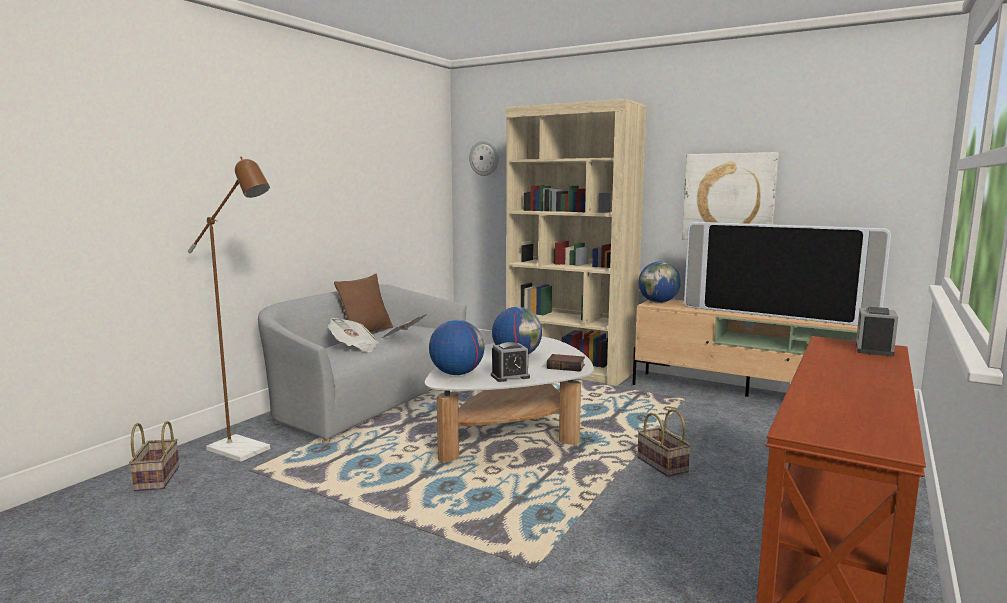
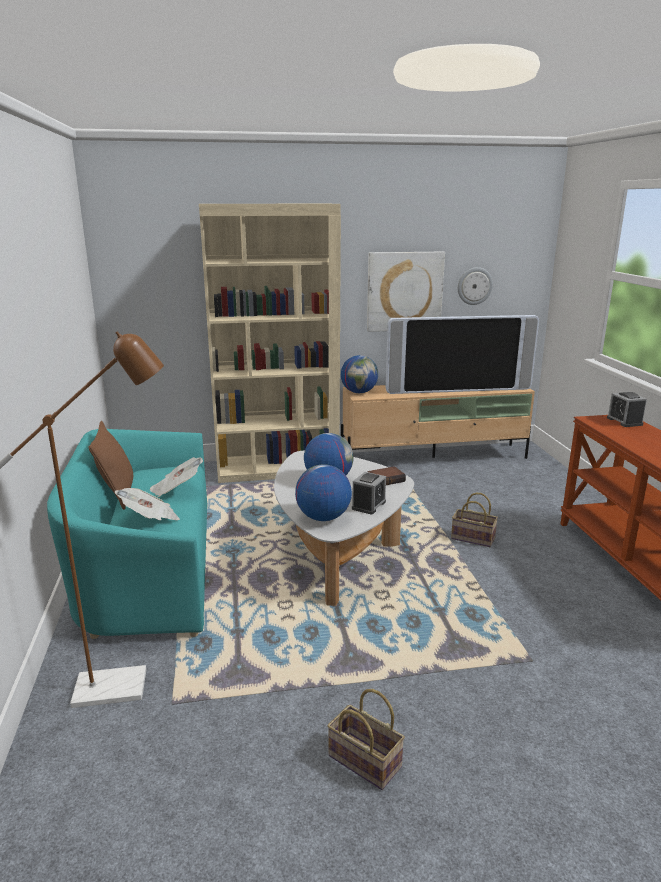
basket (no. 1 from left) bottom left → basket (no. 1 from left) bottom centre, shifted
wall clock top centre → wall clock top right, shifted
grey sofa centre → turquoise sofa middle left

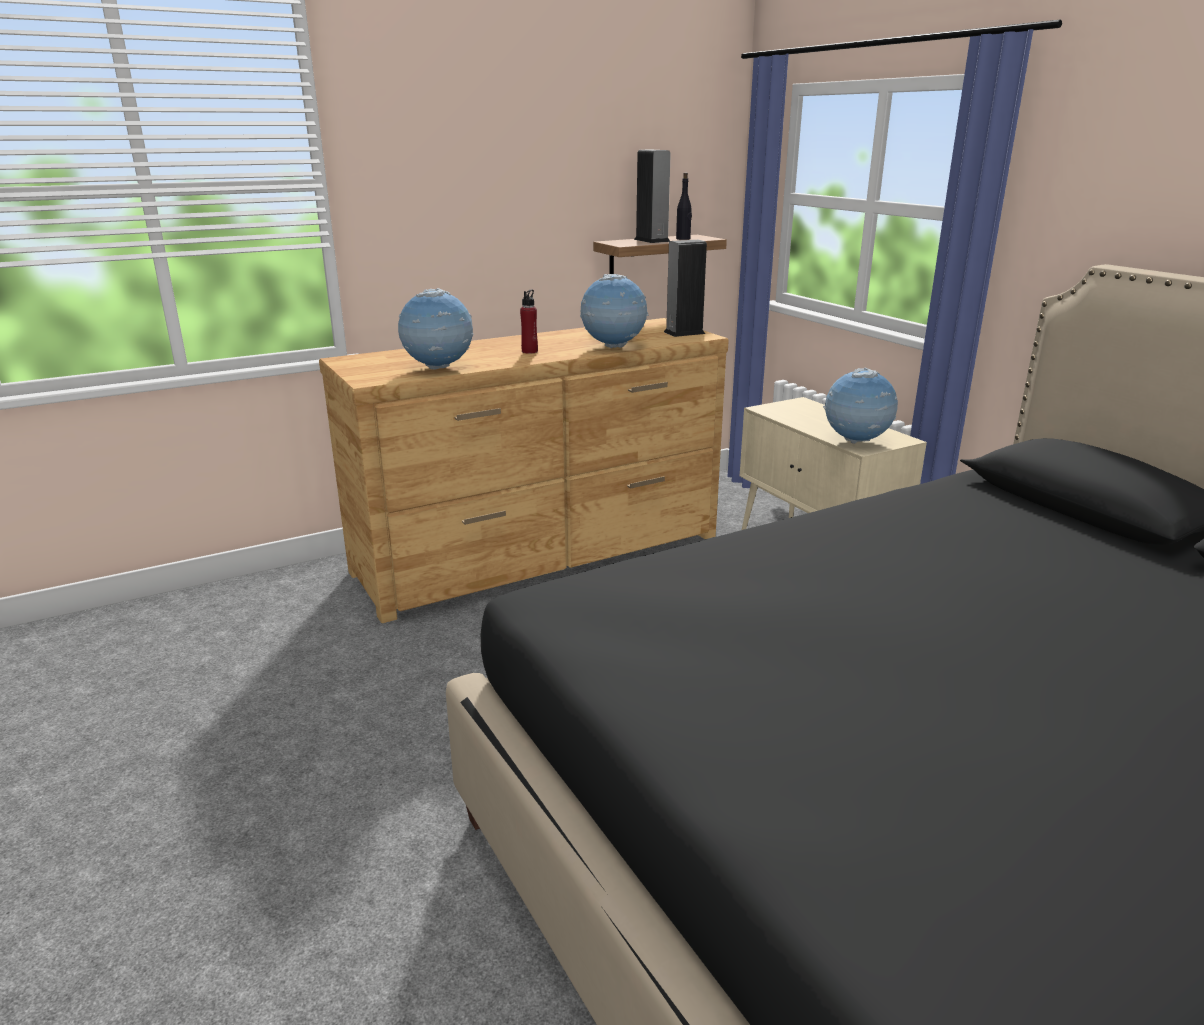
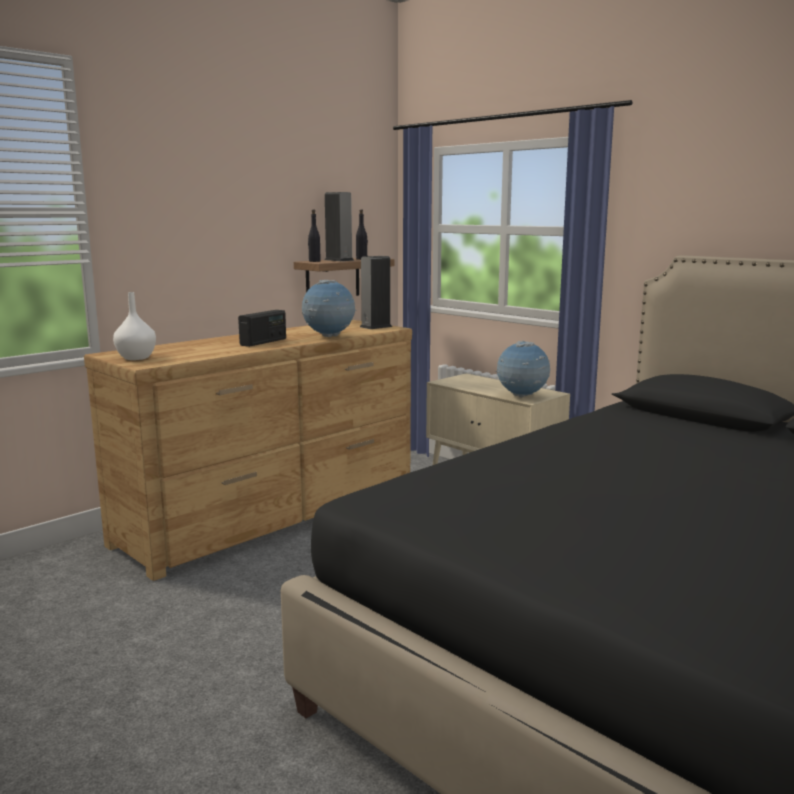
globe (no. 1 from left) top centre → -
- → white vase middle left
- → black bottle (no. 1 from left) top centre
red bottle top centre → radio middle left

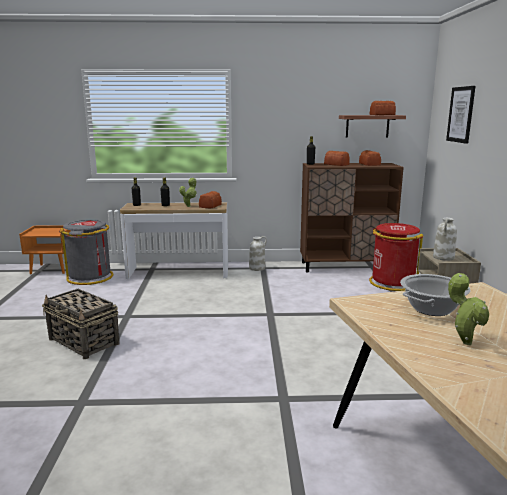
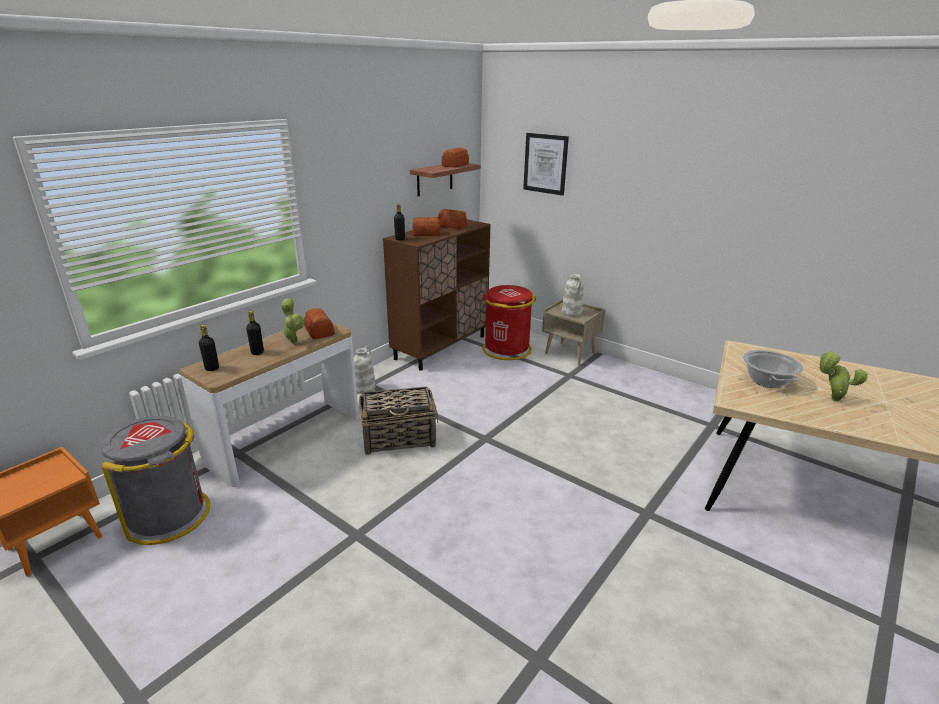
basket middle left → basket centre, shifted

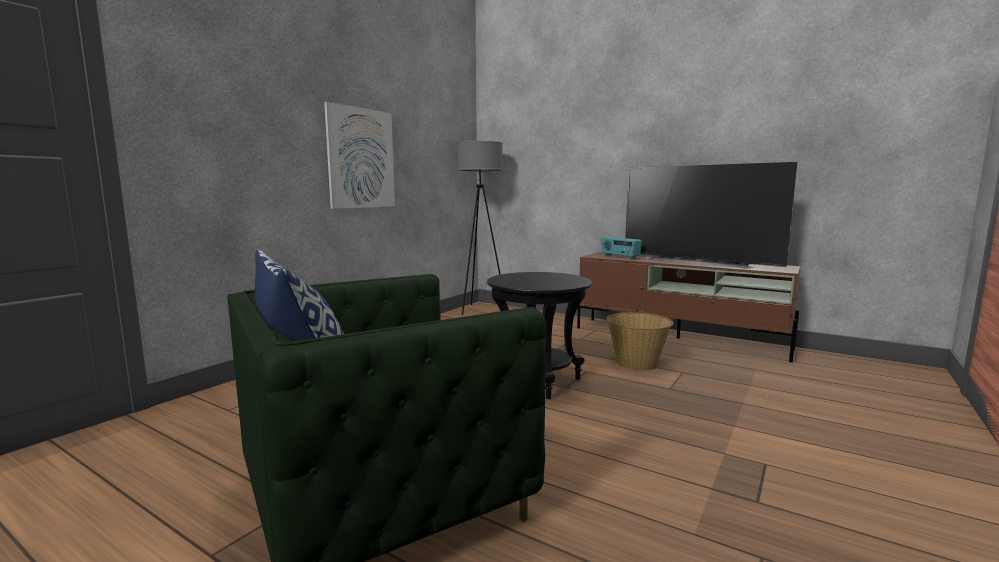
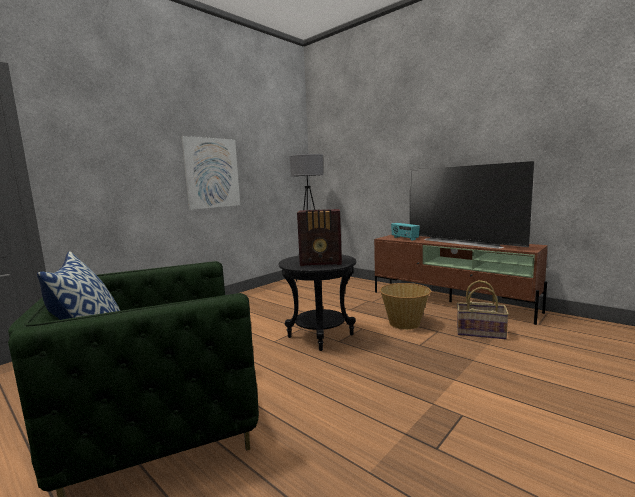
- → radio (no. 1 from left) centre
- → basket (no. 2 from left) middle right

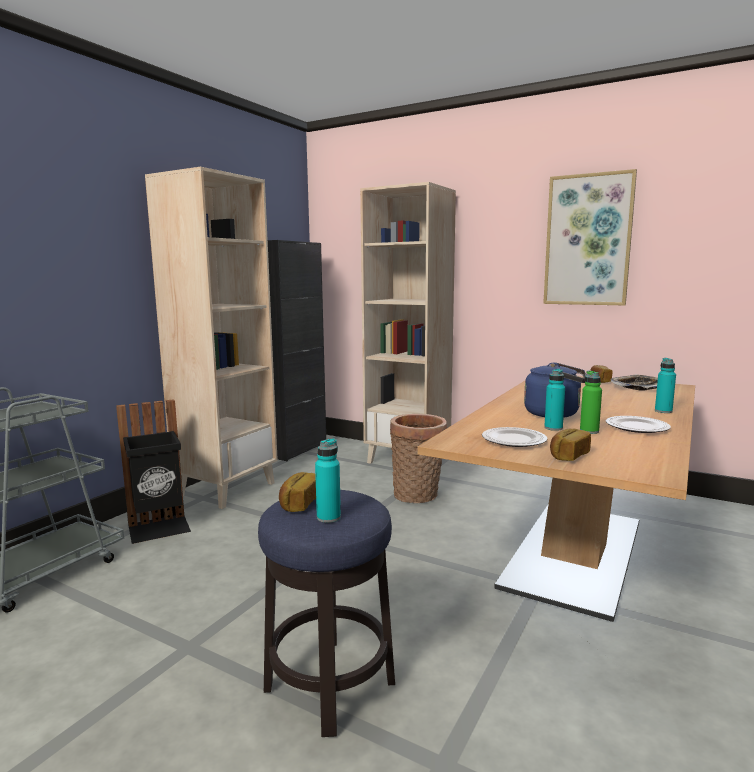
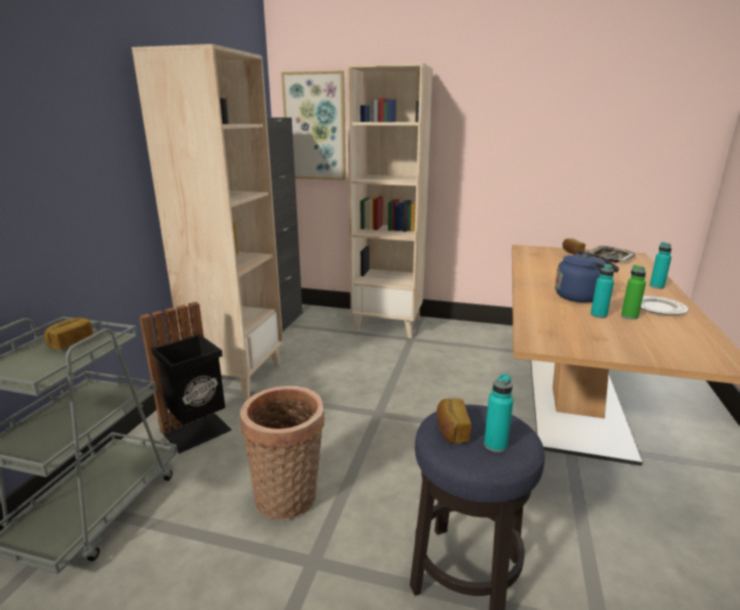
plate (no. 1 from left) middle right → -
basket centre → basket bottom centre, shifted
picture top right → picture top centre, shifted
bread (no. 2 from left in the first image) middle right → bread (no. 1 from left) middle left, shifted

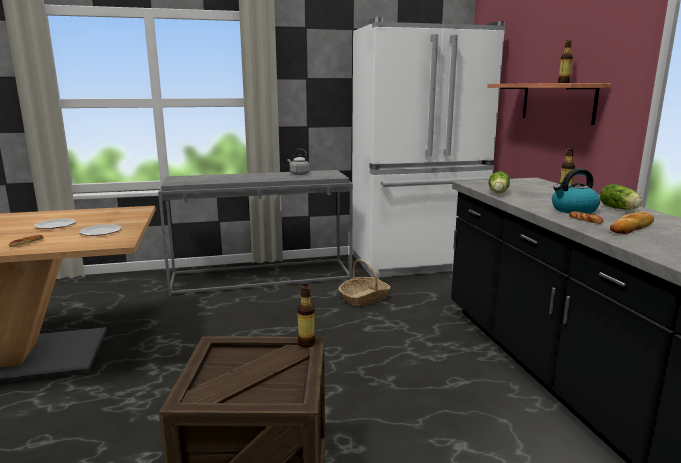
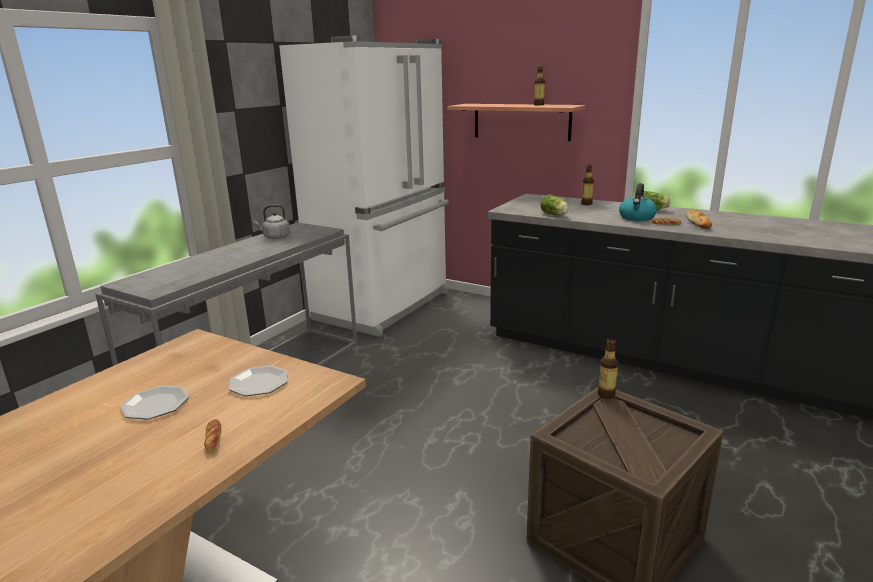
basket centre → -

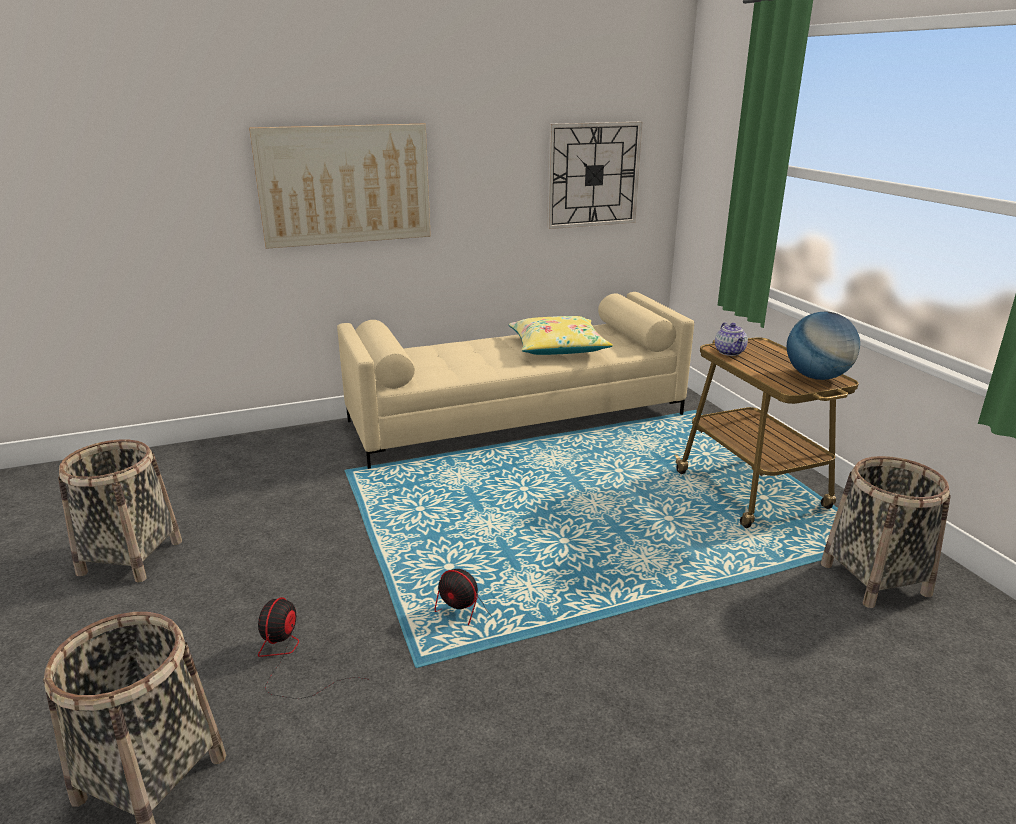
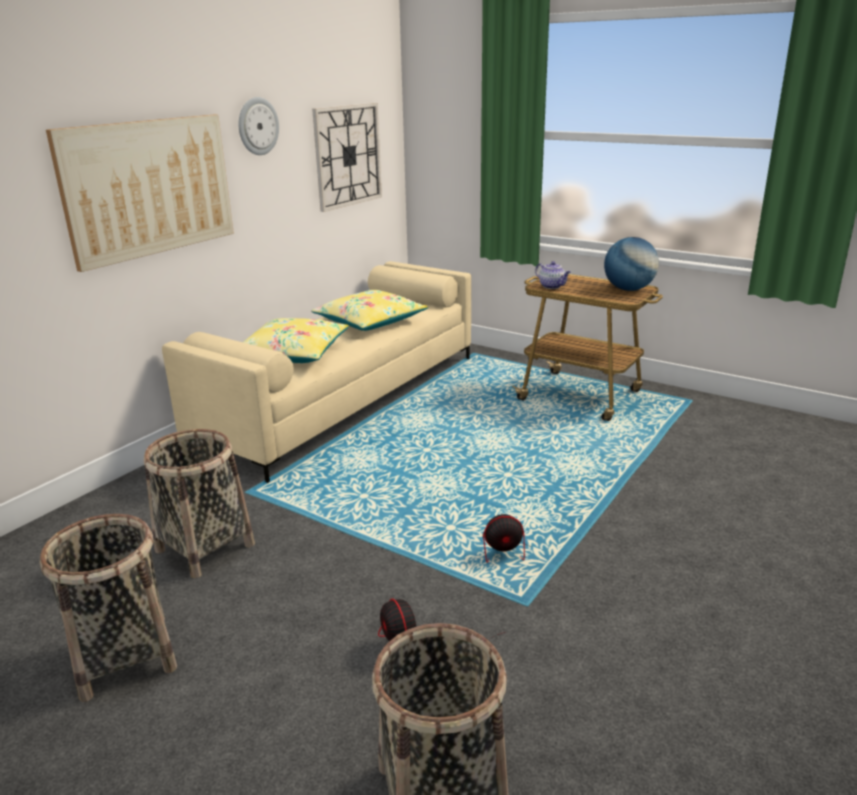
- → wall clock (no. 1 from left) top left
- → yellow pillow (no. 1 from left) centre
basket (no. 3 from left in the first image) middle right → basket (no. 2 from left) middle left, shifted

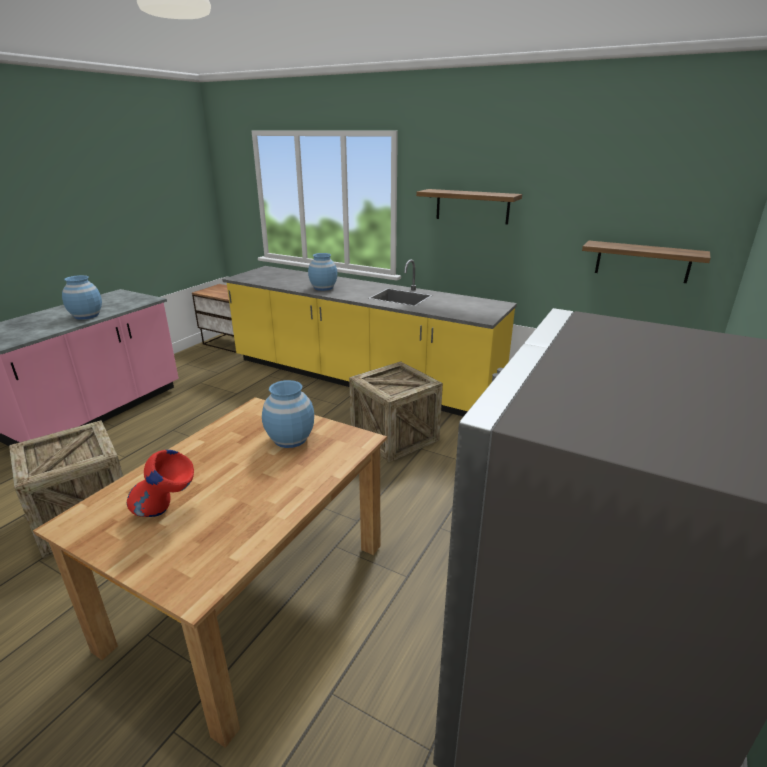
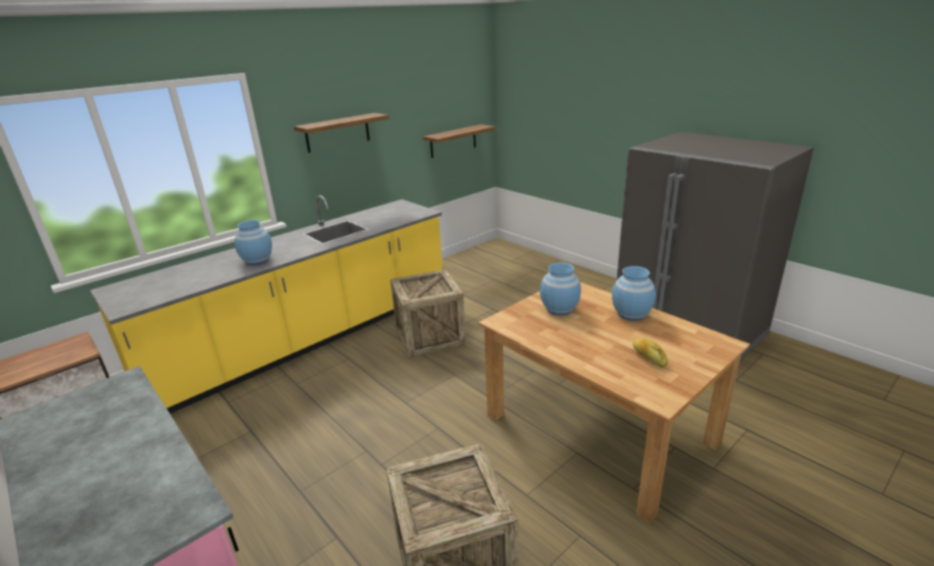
blue vase (no. 1 from left in the first image) middle left → blue vase (no. 3 from left) middle right, shifted
red vase middle left → bread middle right

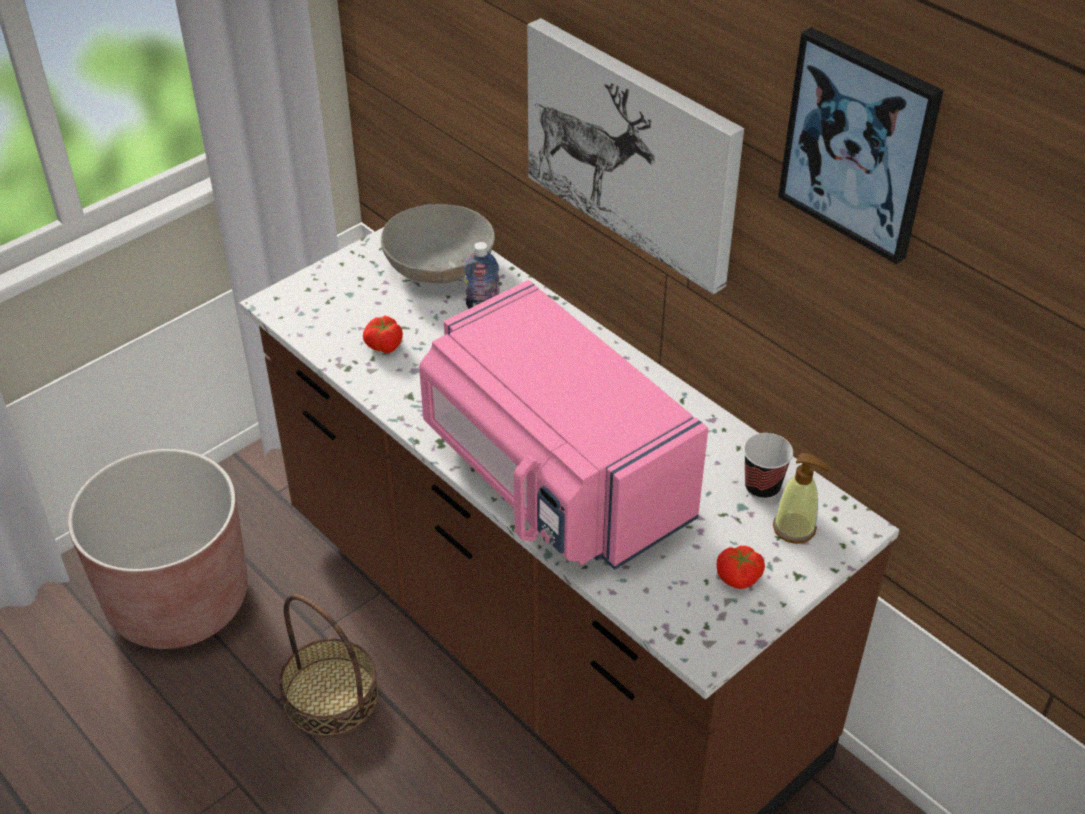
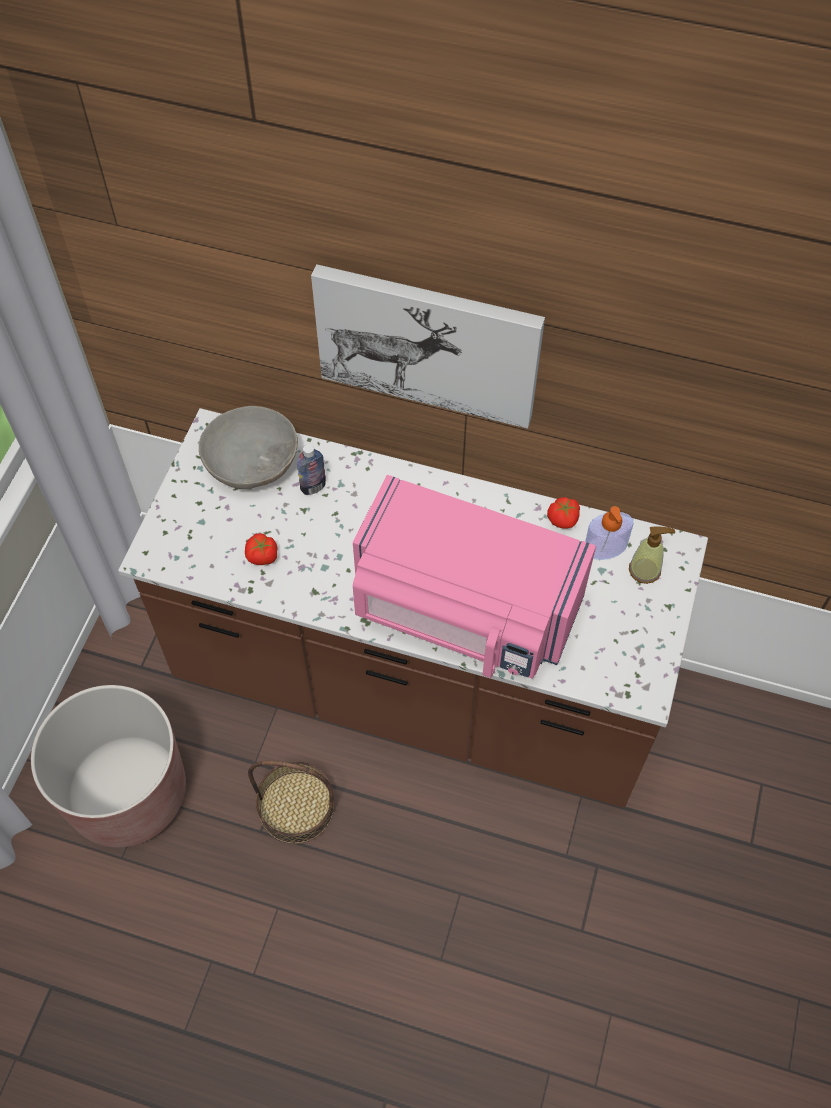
picture (no. 2 from left) top right → -
tomato (no. 2 from left) bottom right → tomato (no. 2 from left) middle right, shifted
cup middle right → soap dispenser (no. 1 from left) middle right

